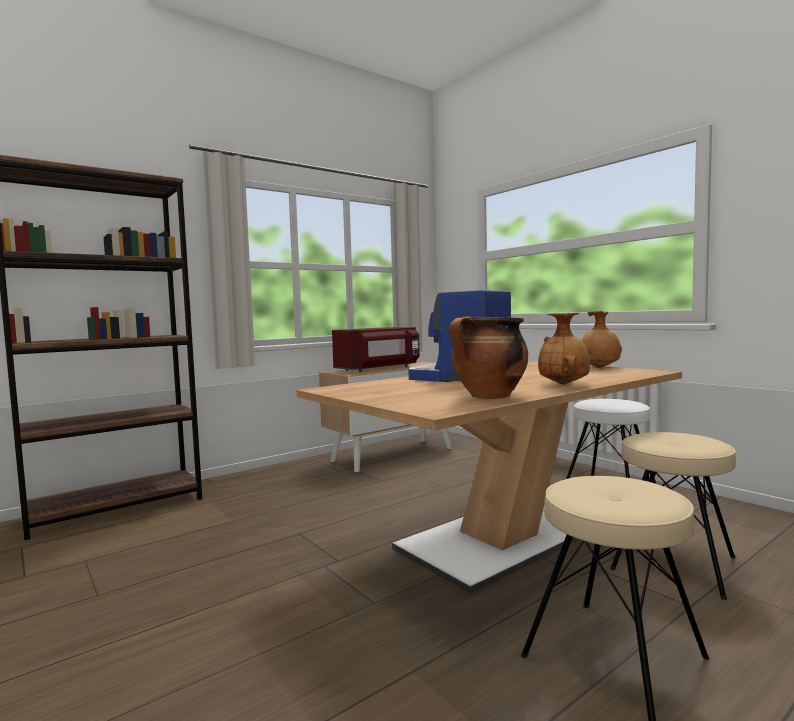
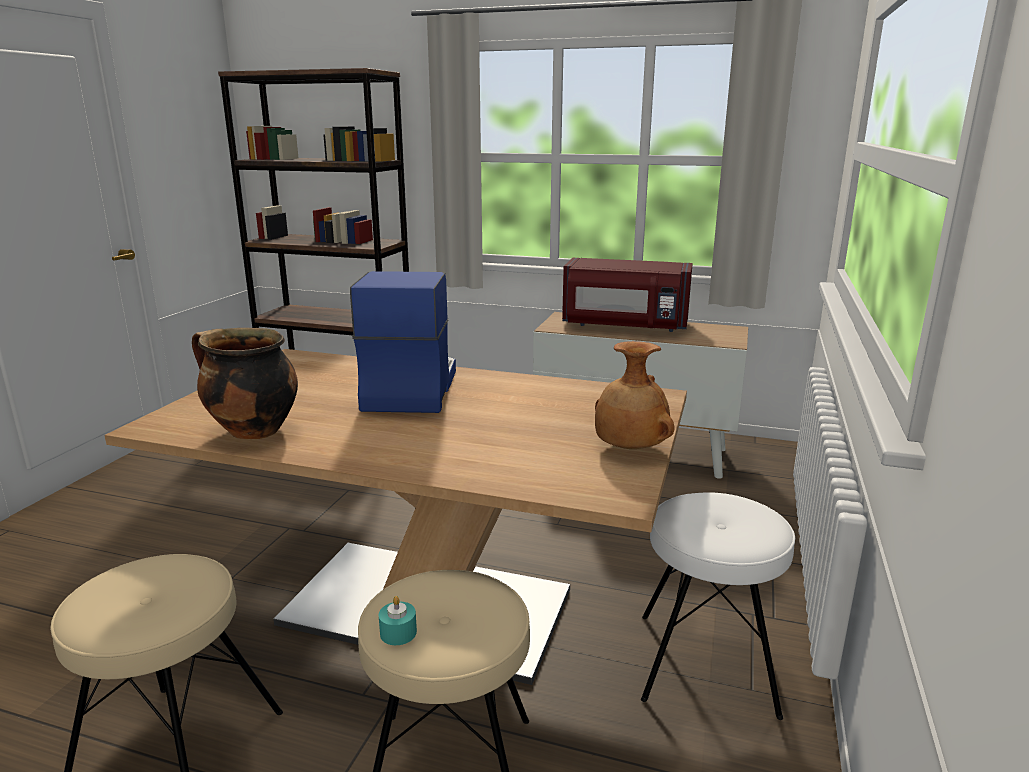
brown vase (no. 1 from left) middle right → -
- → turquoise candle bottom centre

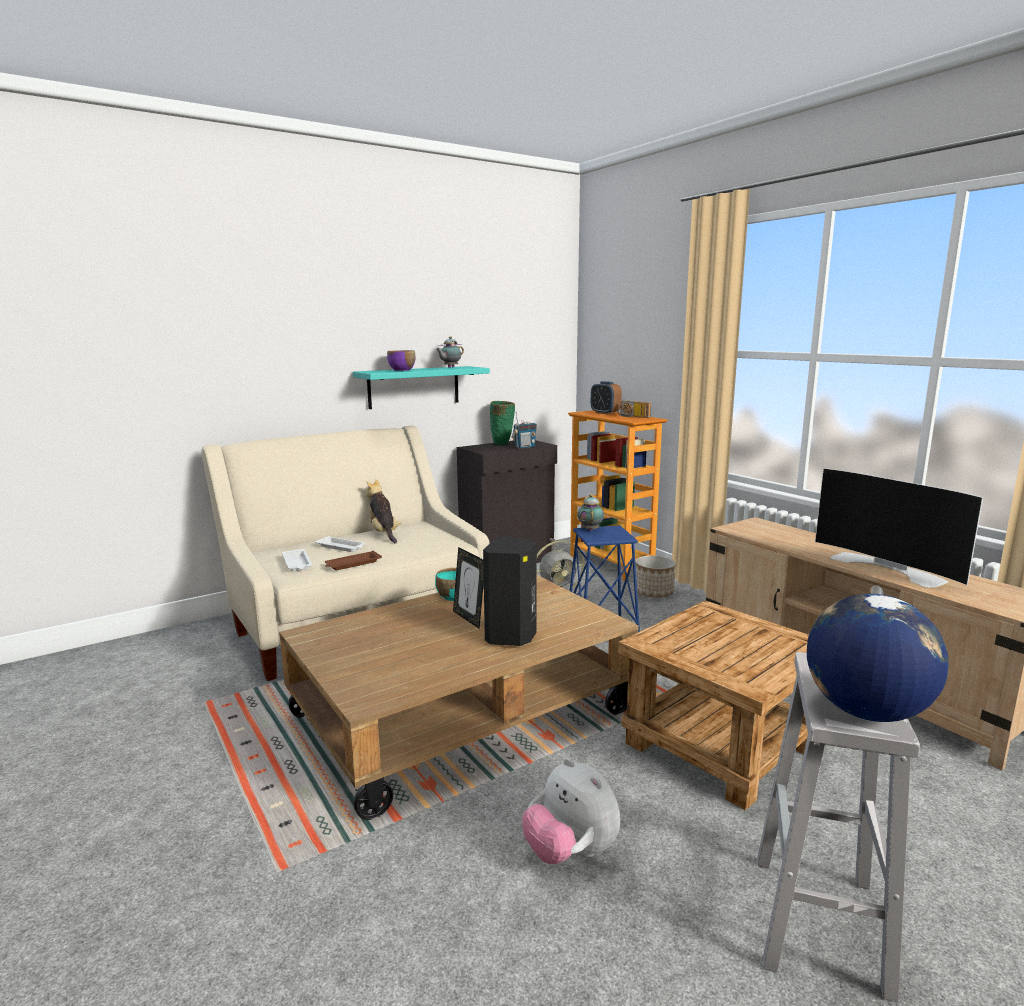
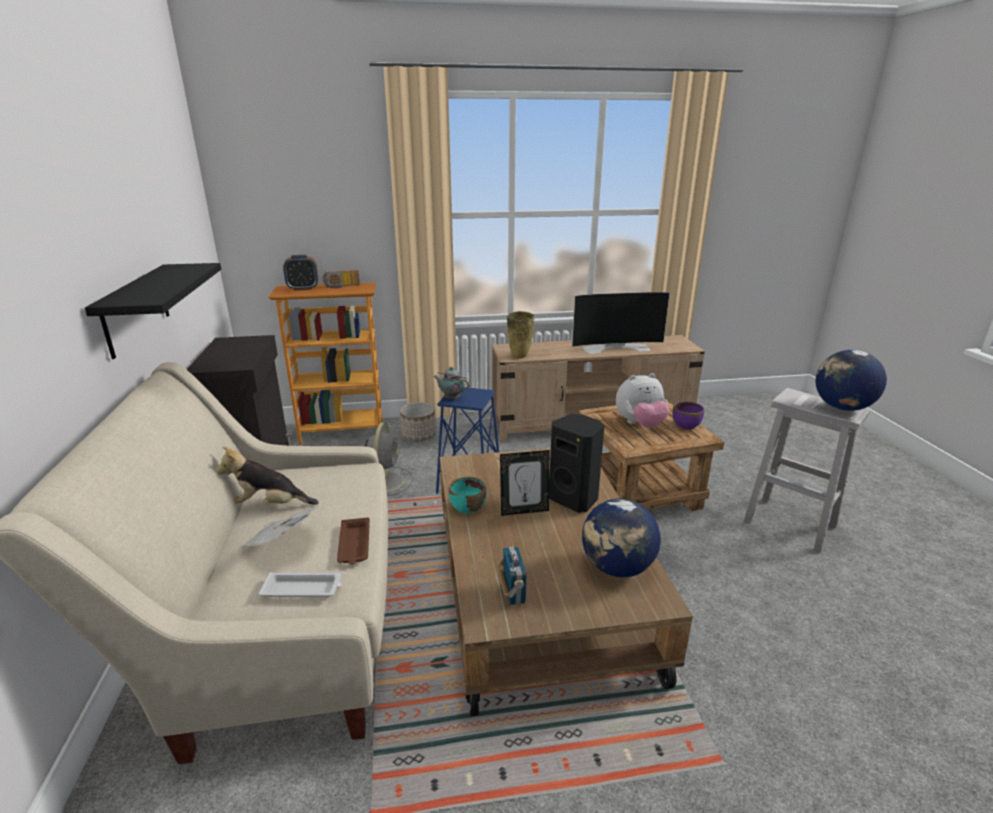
teapot (no. 1 from left) centre → -
green vase centre → -
- → beige vase centre
- → globe (no. 1 from left) centre
purple bowl centre → purple bowl middle right, shifted
radio (no. 1 from left in the first image) centre → radio (no. 2 from left) bottom centre, shifted
plush toy (no. 2 from left) bottom centre → plush toy (no. 2 from left) centre, shifted
white tray (no. 2 from left) middle left → newspaper middle left
turquoise shelf centre → black shelf middle left

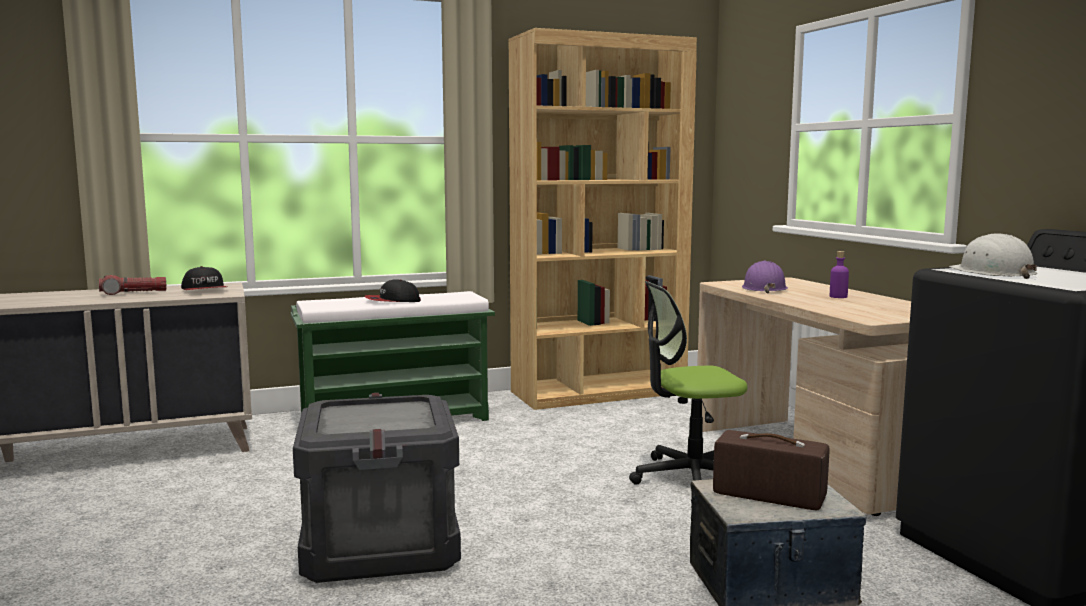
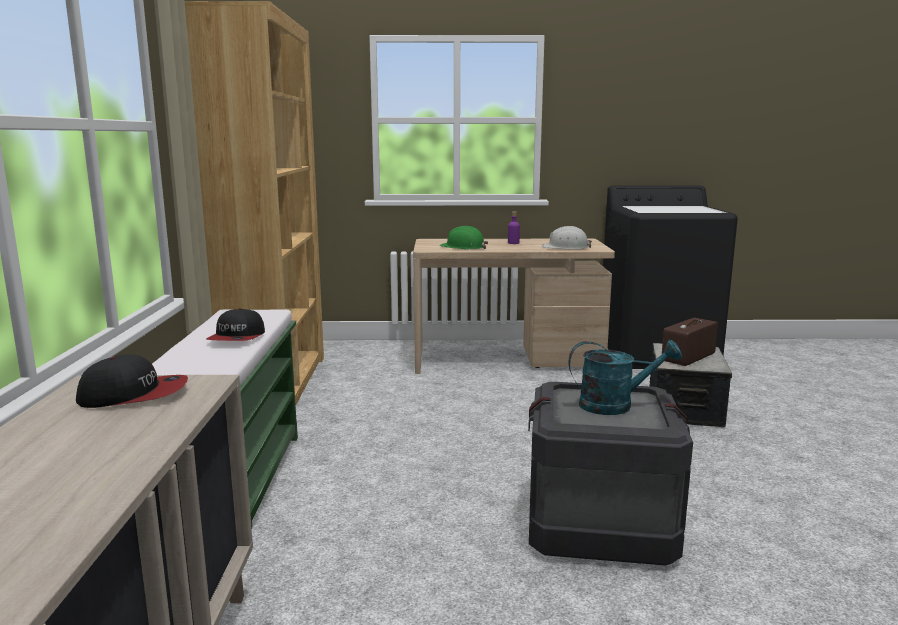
flashlight middle left → -
office chair centre → -
- → turquoise watering can middle right
white hard hat middle right → white hard hat centre, shifted
purple hard hat middle right → green hard hat centre

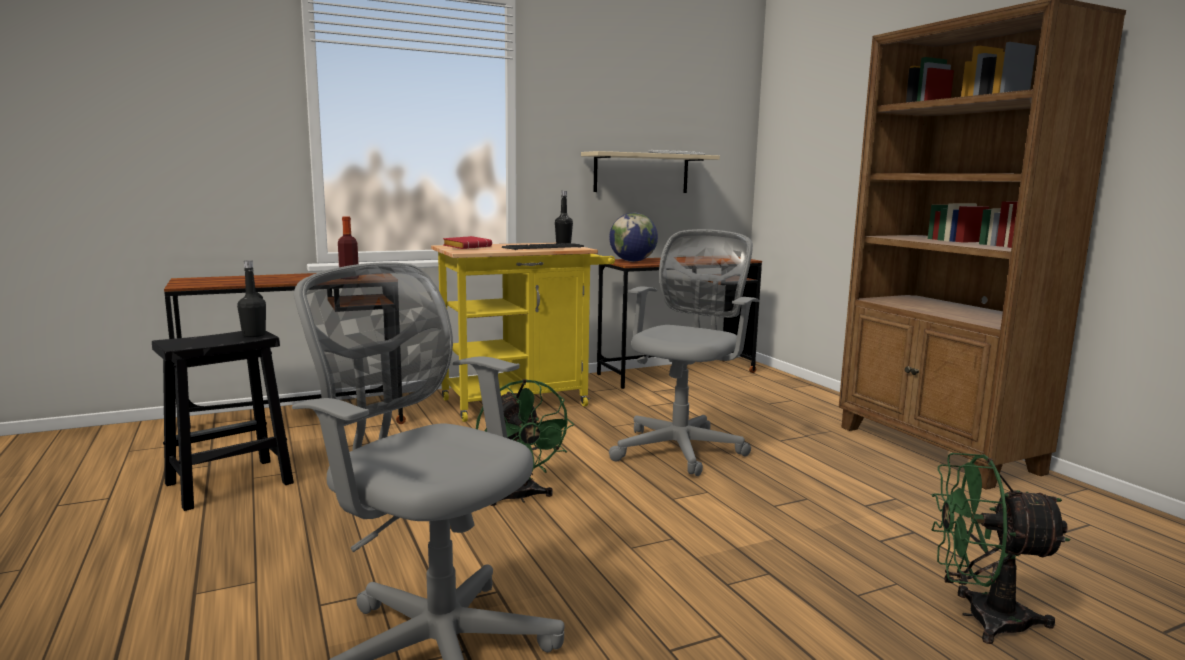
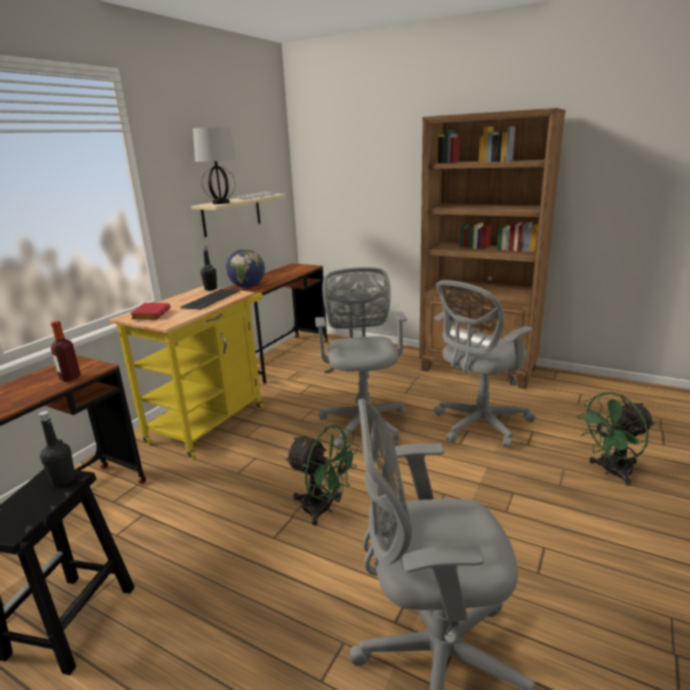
- → table lamp top left
- → grey office chair (no. 3 from left) middle right

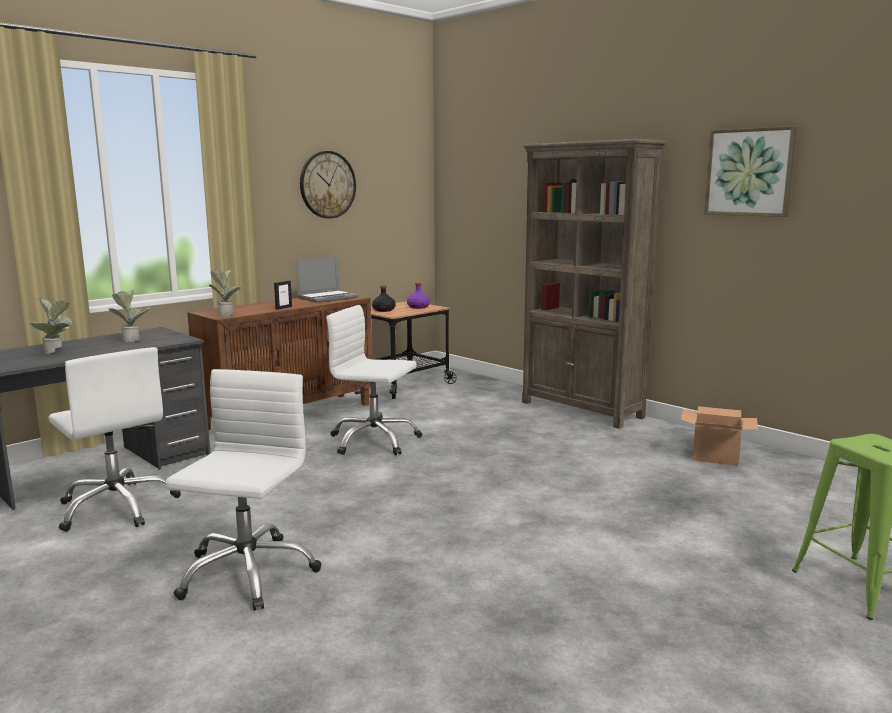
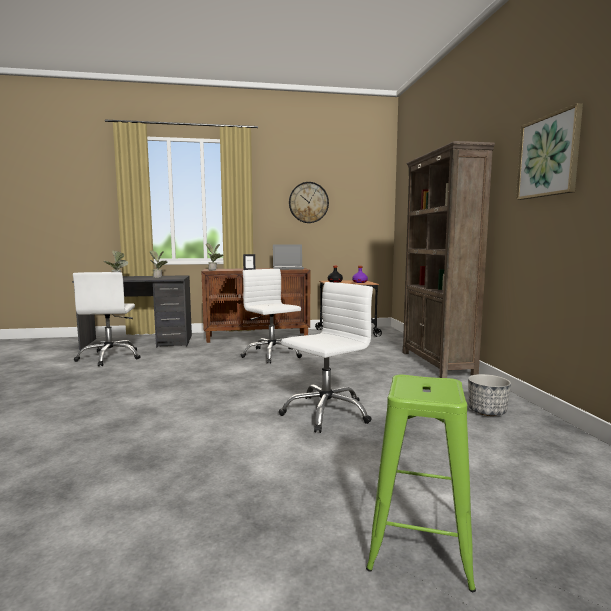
white office chair (no. 2 from left in the first image) bottom left → white office chair (no. 3 from left) centre, shifted
cardboard box middle right → planter middle right

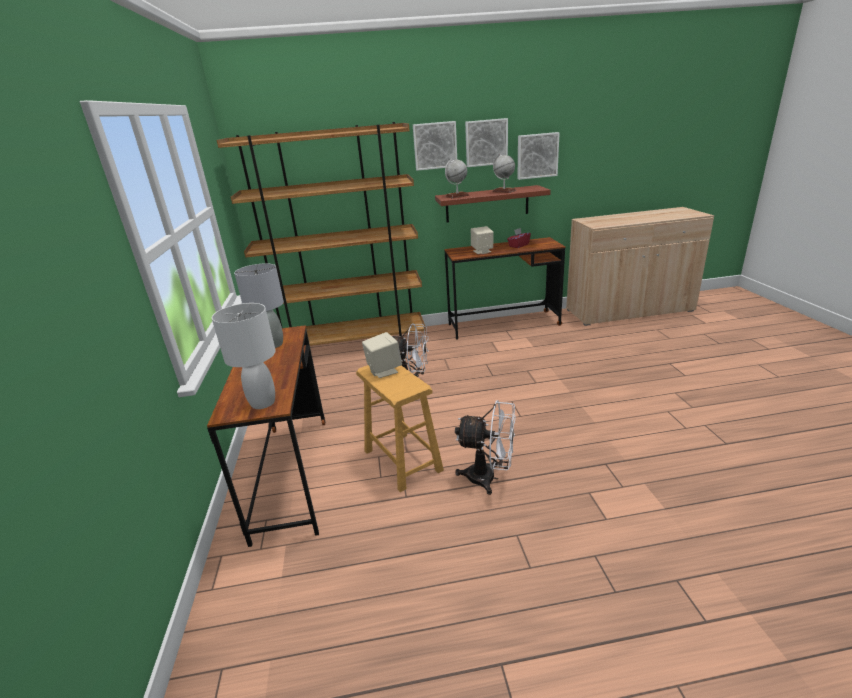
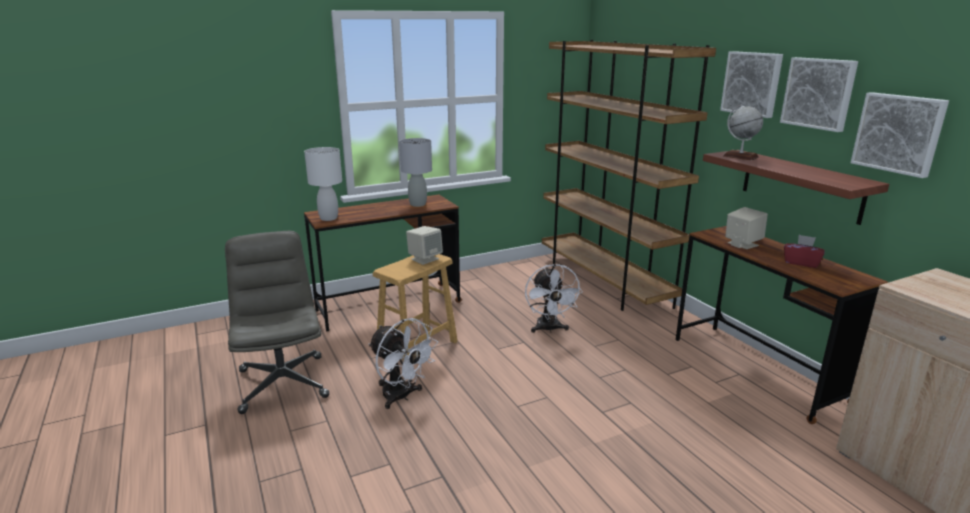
globe (no. 2 from left) top centre → -
- → grey office chair middle left
white fan (no. 2 from left in the first image) centre → white fan (no. 1 from left) bottom centre, 45 degrees counterclockwise

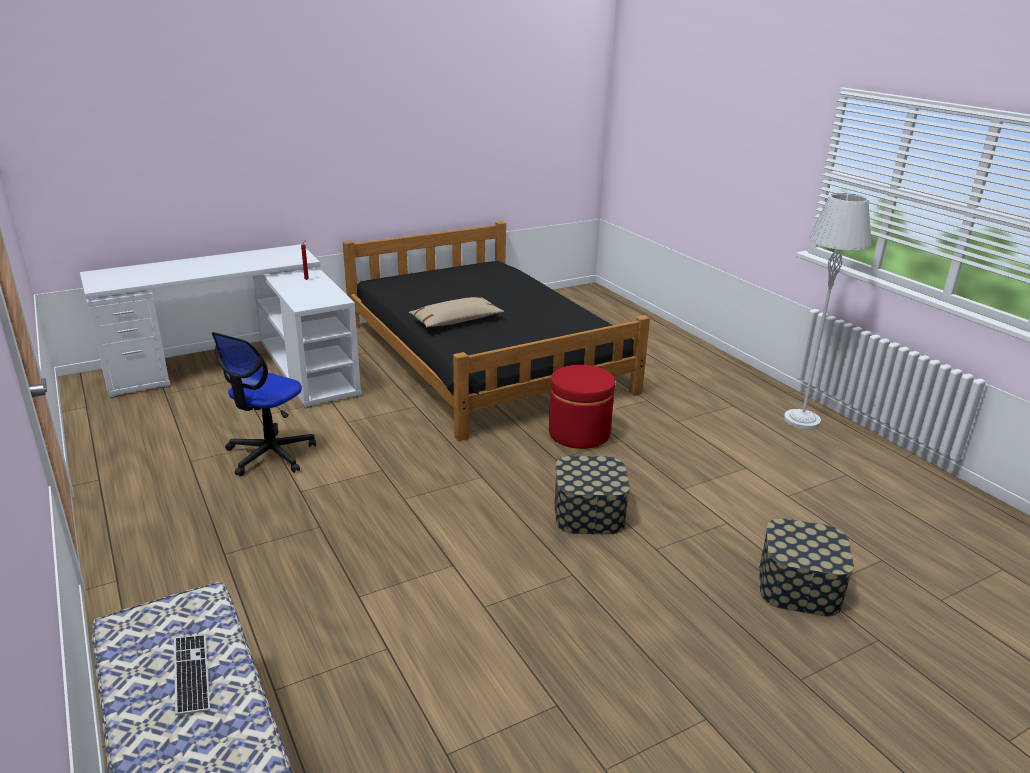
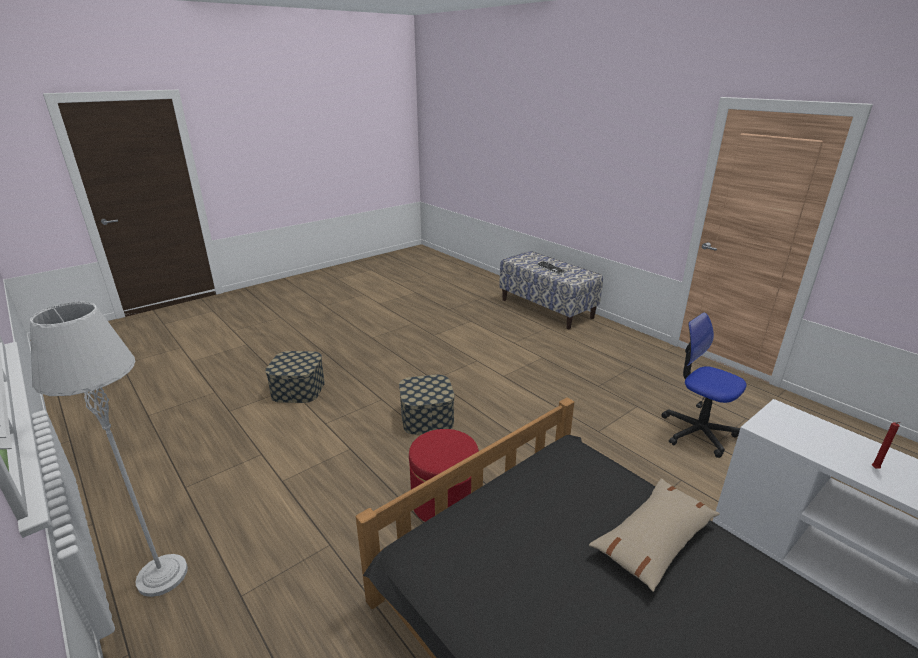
office chair middle left → office chair middle right, 60 degrees counterclockwise

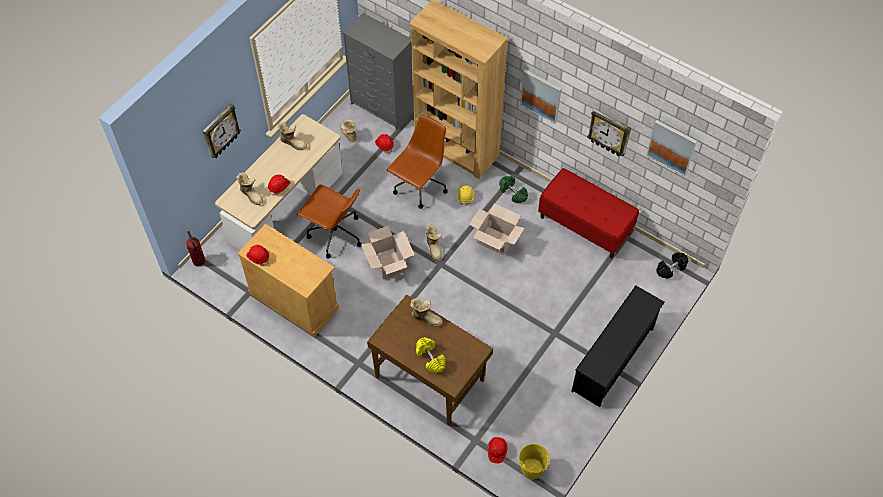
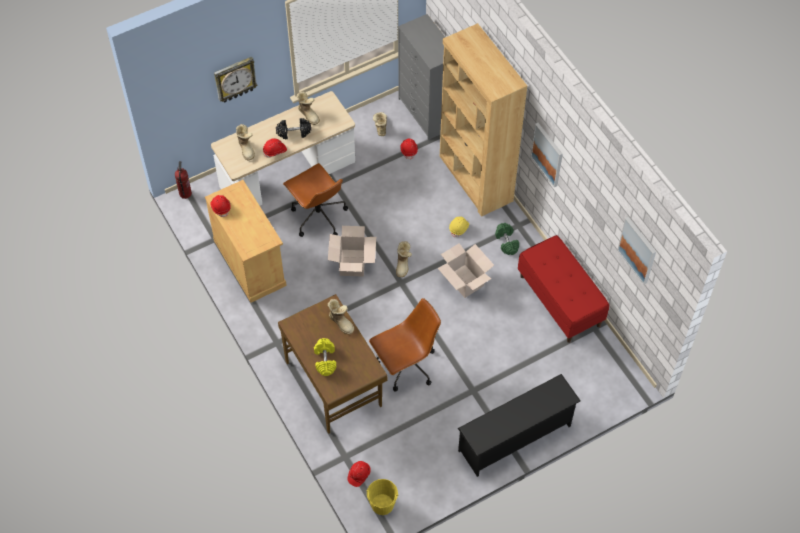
wall clock (no. 2 from left) top right → -
brown office chair (no. 2 from left) top centre → brown office chair (no. 2 from left) centre, shifted
black dumbbell middle right → black dumbbell top centre, shifted

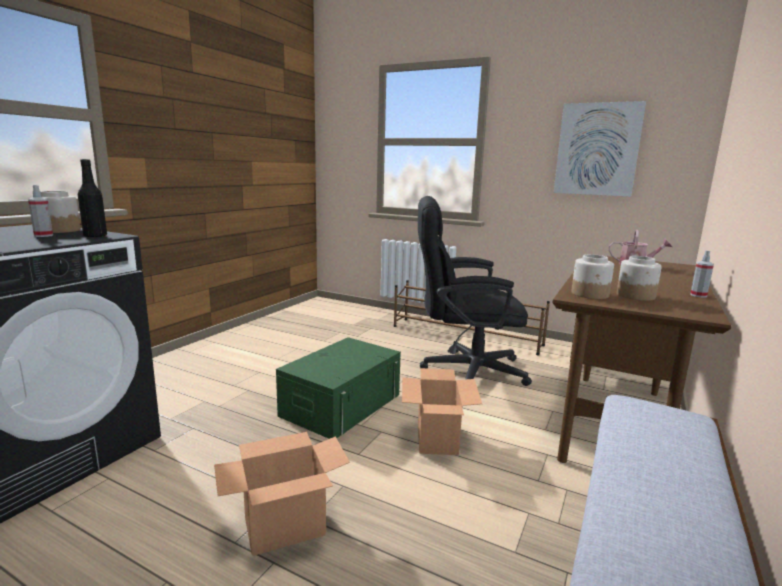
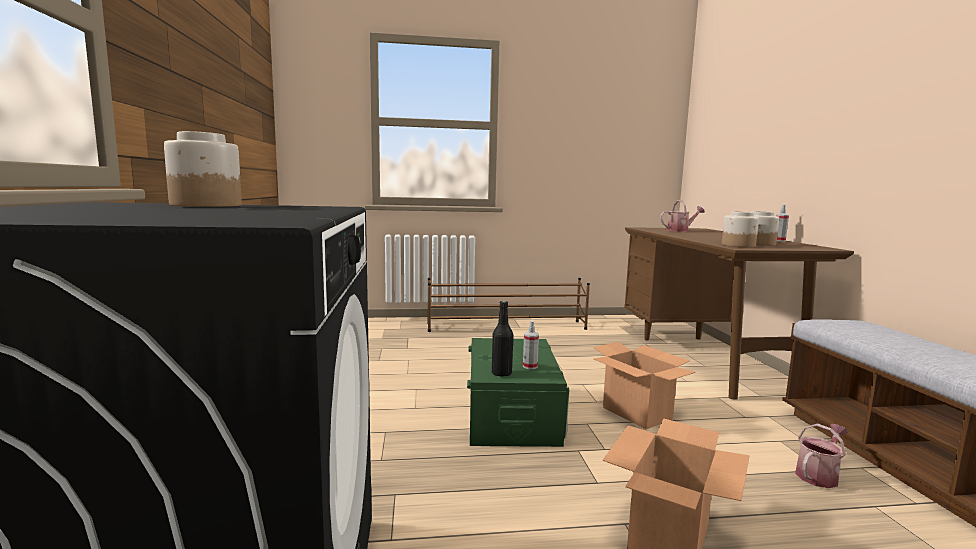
black office chair centre → -
picture top right → -
- → watering can (no. 2 from left) bottom right
spray bottle (no. 1 from left) middle left → spray bottle (no. 1 from left) centre, shifted
black bottle middle left → black bottle centre, shifted

